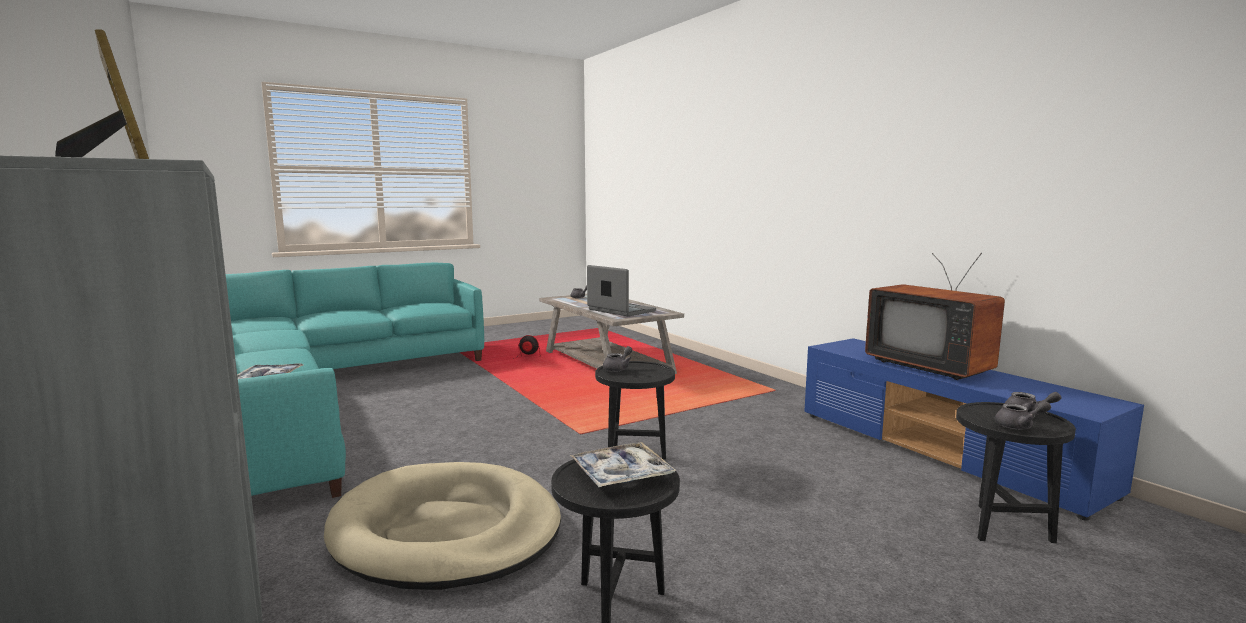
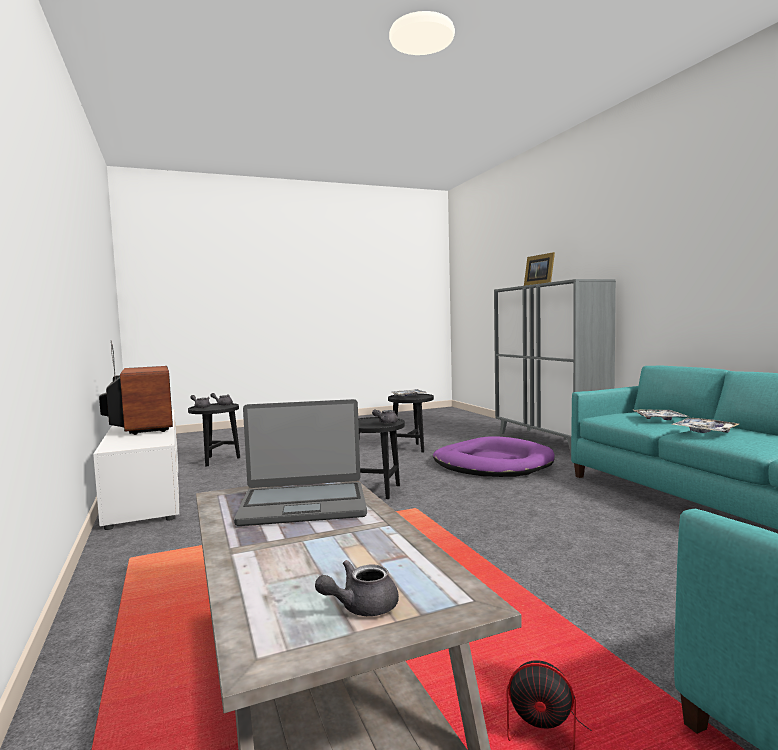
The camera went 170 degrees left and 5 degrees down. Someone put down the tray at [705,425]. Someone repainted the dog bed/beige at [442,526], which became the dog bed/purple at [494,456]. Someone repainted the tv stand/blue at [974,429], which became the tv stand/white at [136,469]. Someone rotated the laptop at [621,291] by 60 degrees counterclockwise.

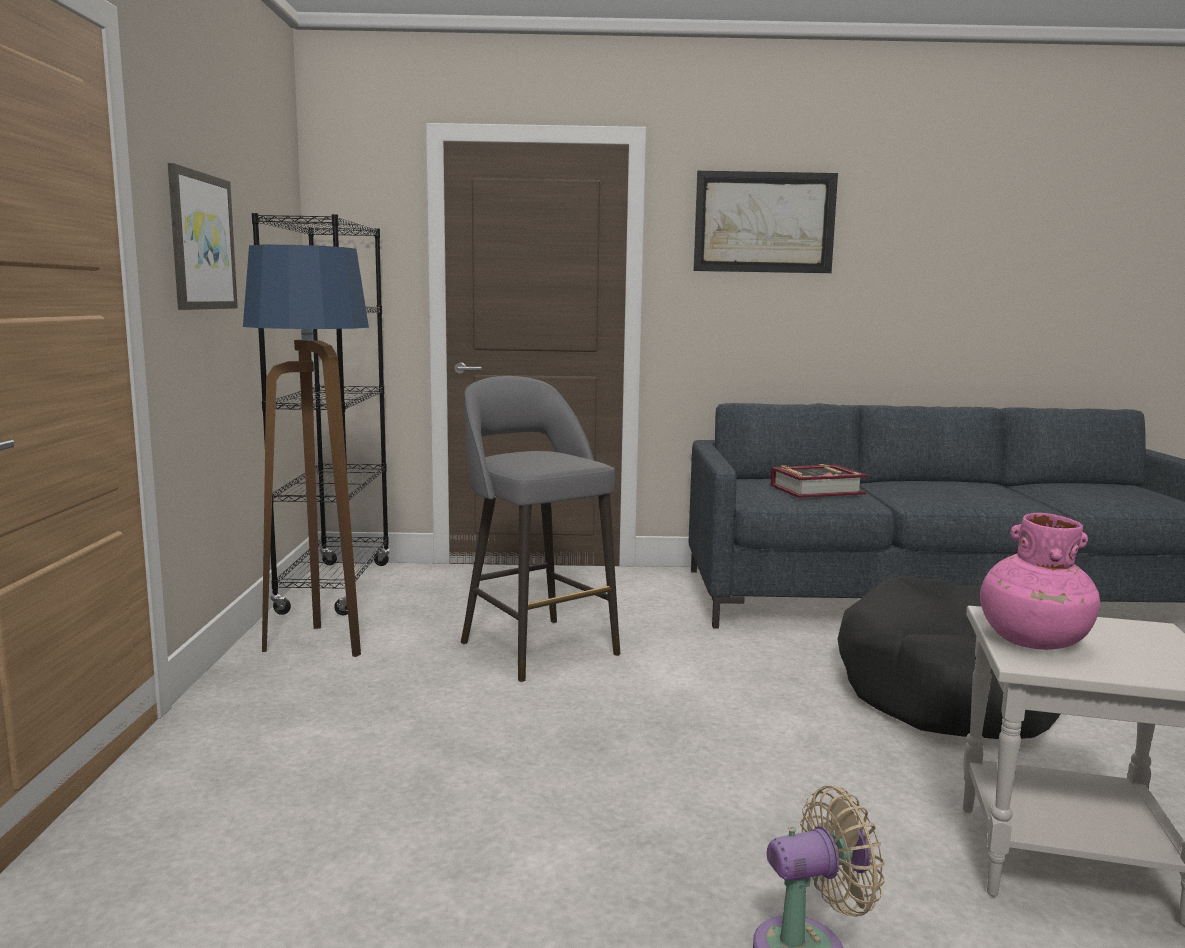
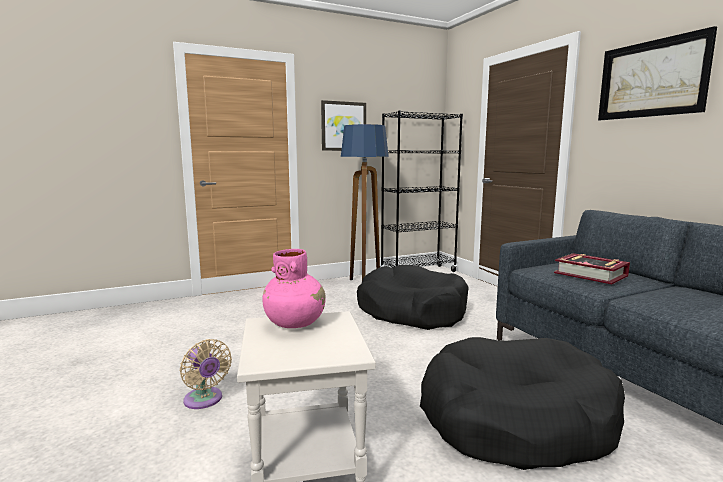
The camera went 65 degrees right and 0 degrees up. Someone swapped the stool/grey at [540,529] for the dog bed/black at [413,297].

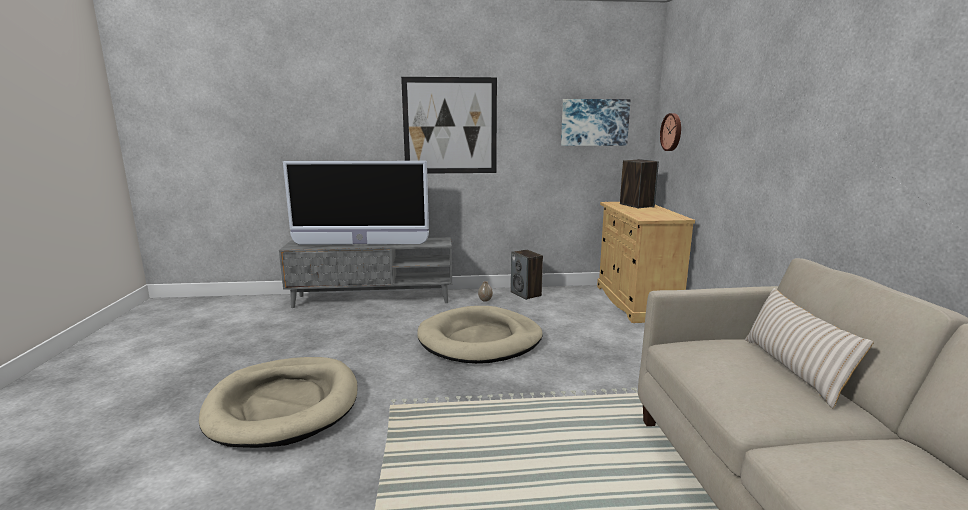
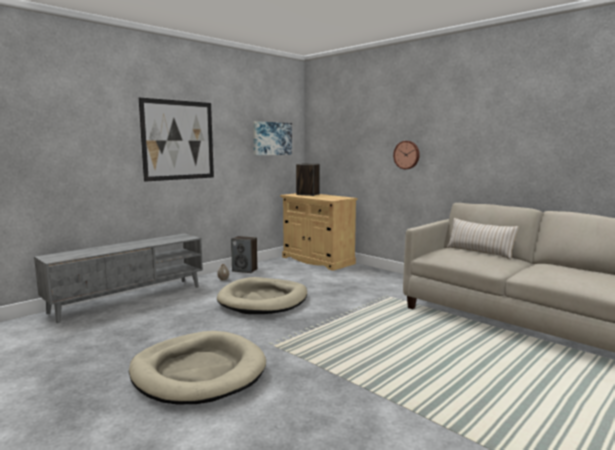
The camera went 40 degrees left and 5 degrees down. Someone took away the television at [356,203]. Someone carried the wall clock from [670,132] to [406,155].

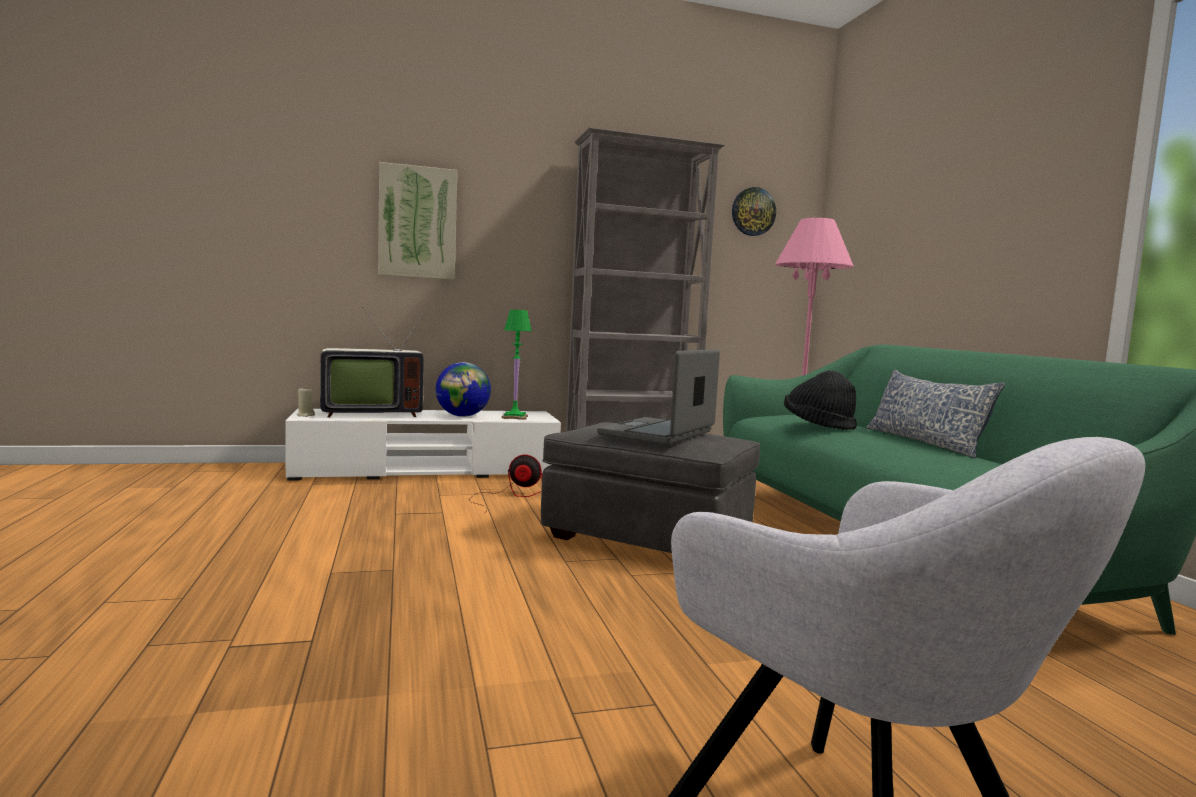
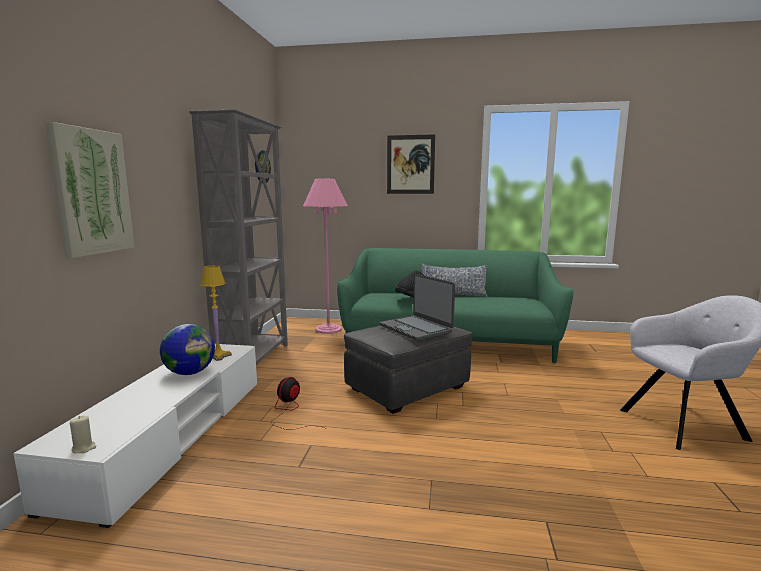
The camera went 65 degrees left and 5 degrees up. Someone took away the television at [373,361]. Someone put up the picture at [411,164]. Someone repainted the table lamp/green at [516,364], which became the table lamp/yellow at [216,313].

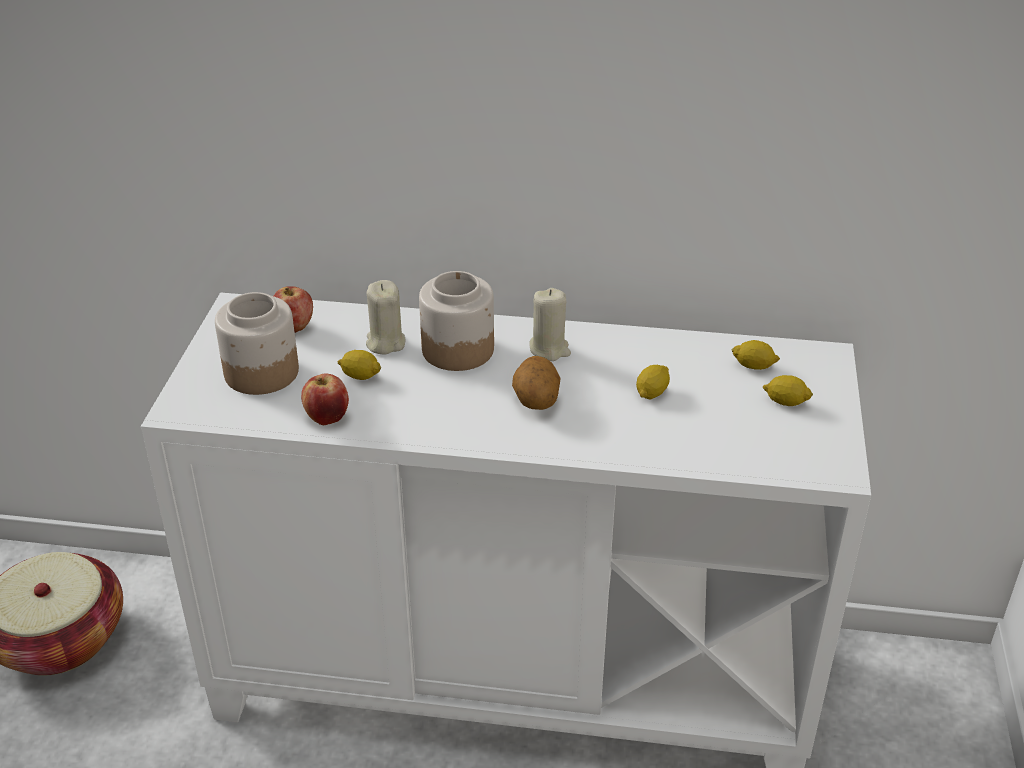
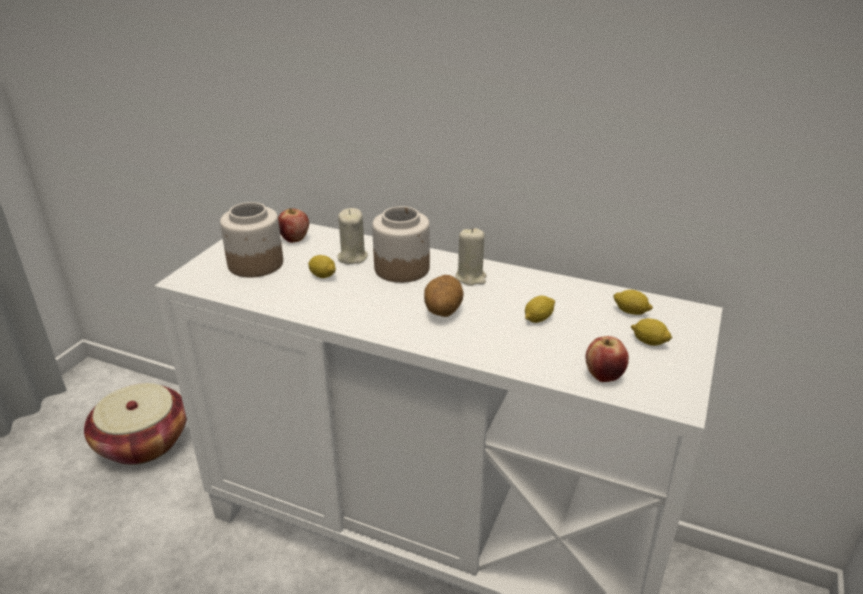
The camera went 15 degrees right and 5 degrees down. Someone carried the apple from [325,399] to [607,359].

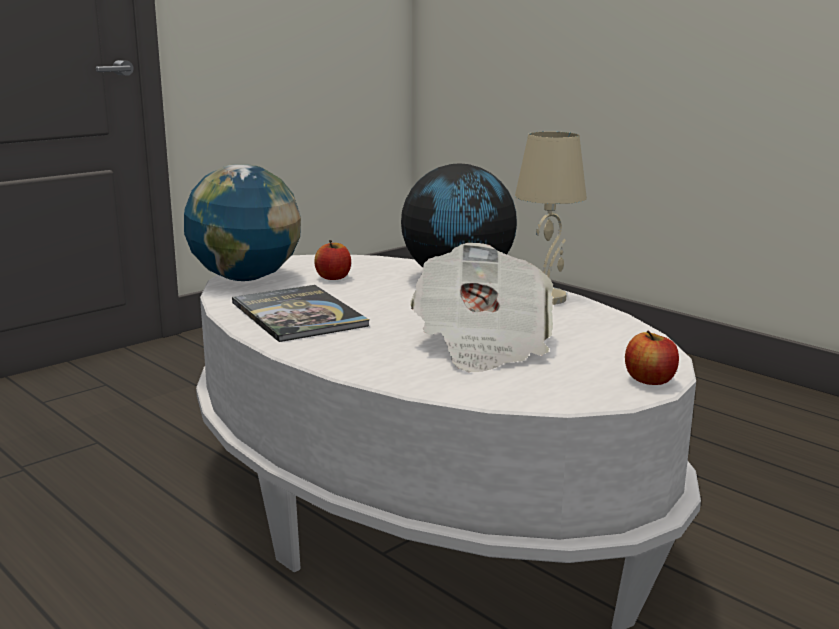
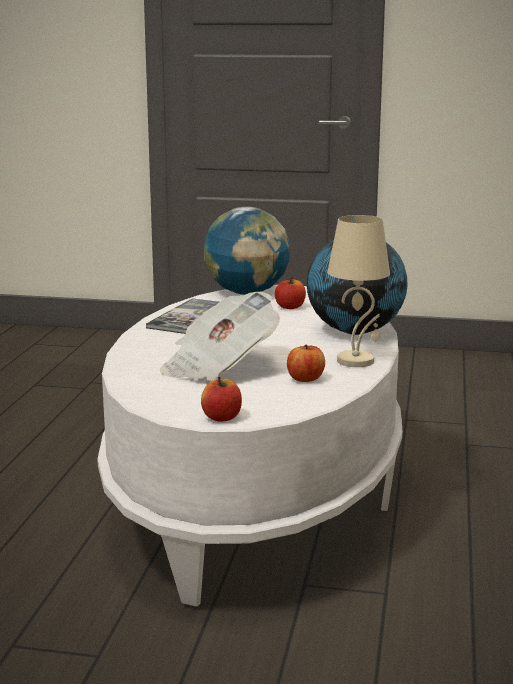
The camera went 55 degrees right and 0 degrees up. Someone put down the apple at [306,363].

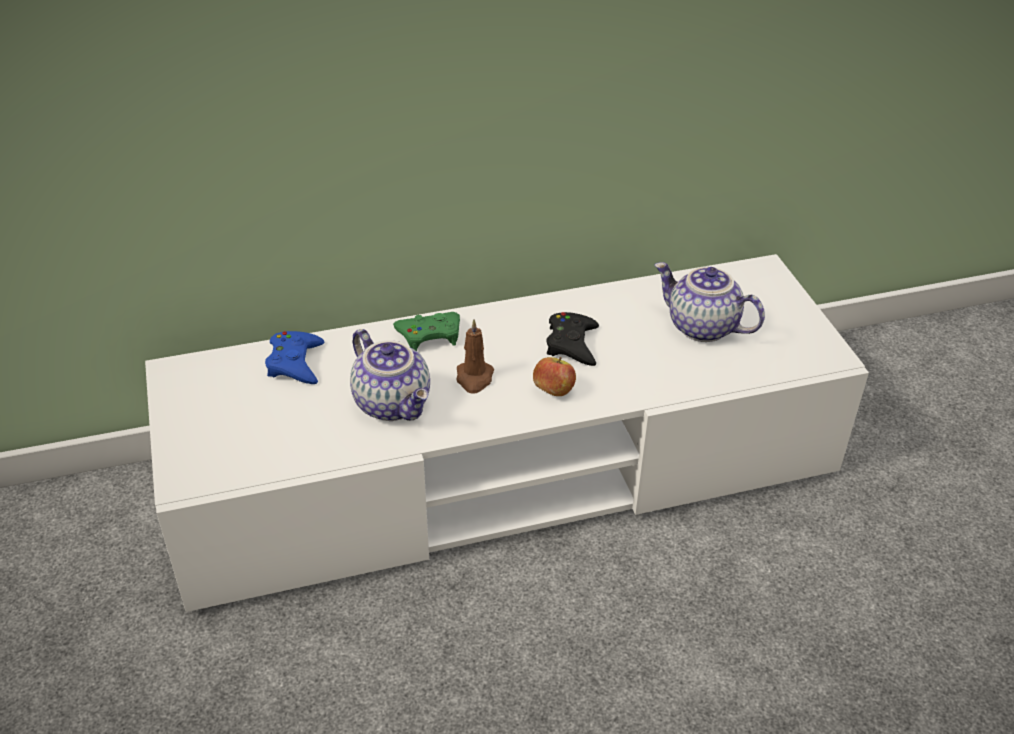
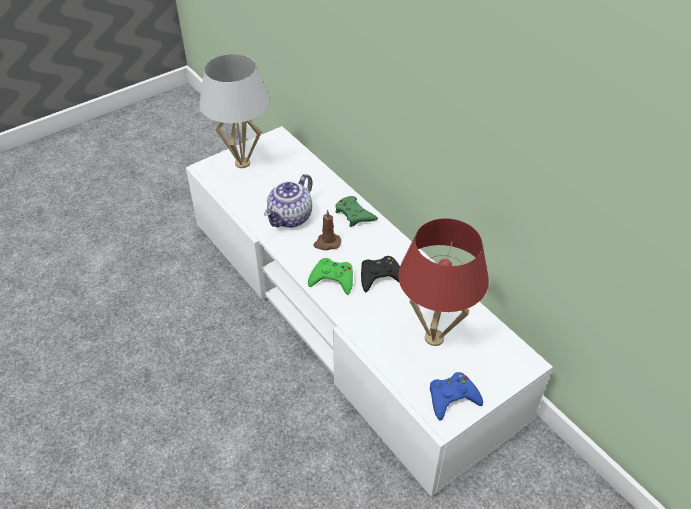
The camera went 70 degrees right and 5 degrees up. Someone put down the table lamp/white at [234,111]. Someone carried the game controller/blue from [294,357] to [456,396]. Someone swapped the apple at [554,376] for the game controller/green at [330,276]. Someone swapped the teapot at [709,302] for the table lamp/red at [443,282].

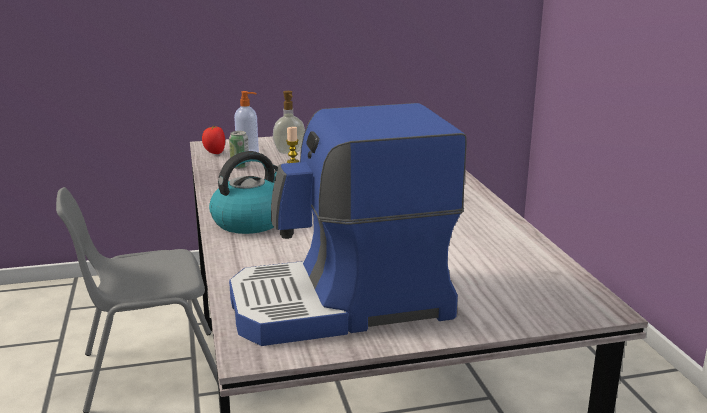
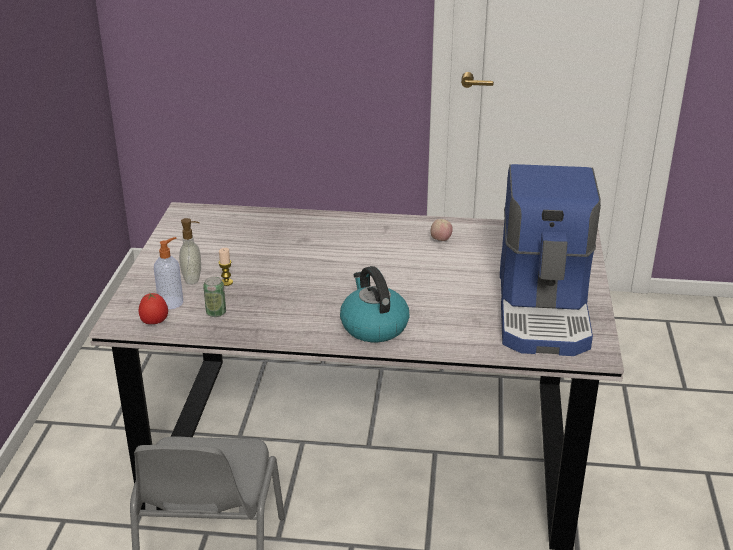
The camera went 70 degrees left and 10 degrees up. Someone put down the apple at [442,230].

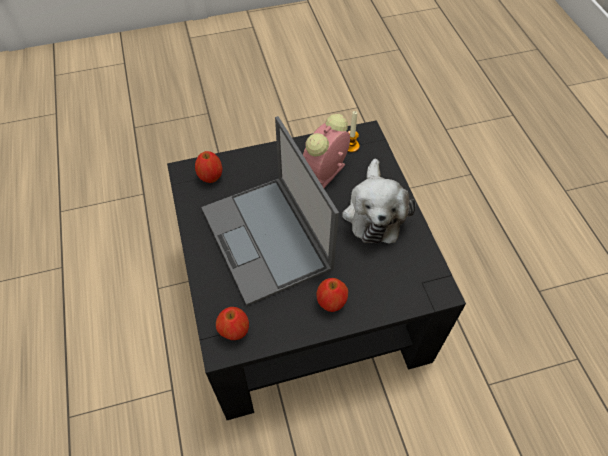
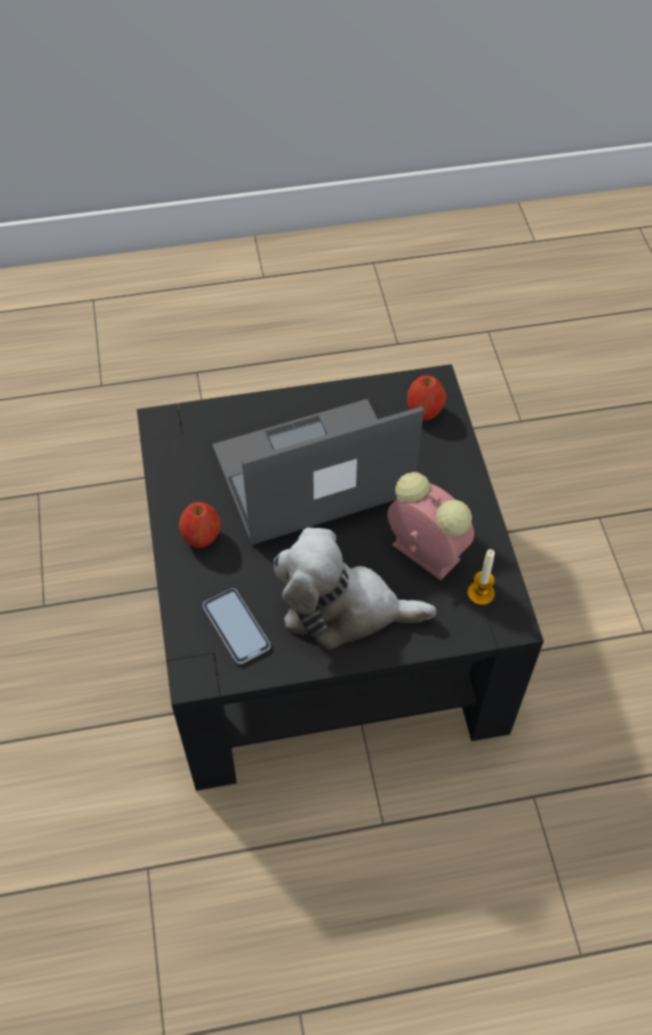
The camera went 95 degrees right and 0 degrees up. Someone took away the apple at [232,323]. Someone put down the phone at [237,626].

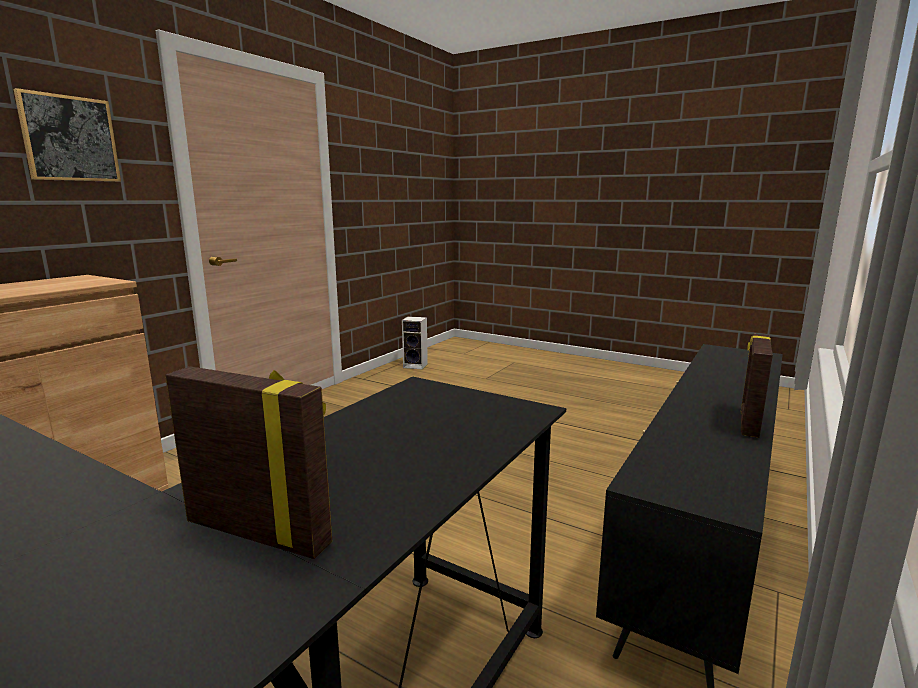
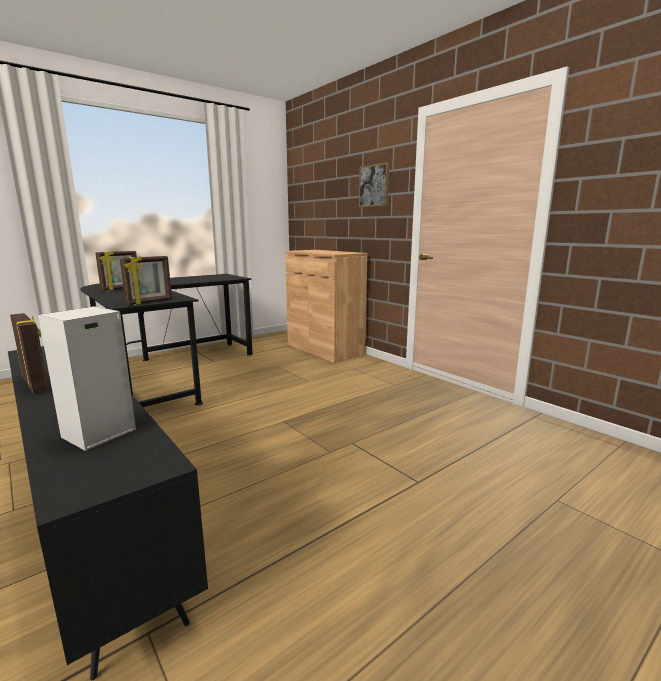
The camera went 110 degrees right and 0 degrees up. Someone put down the picture frame at [146,280]. Someone carried the speaker from [415,342] to [87,378].

